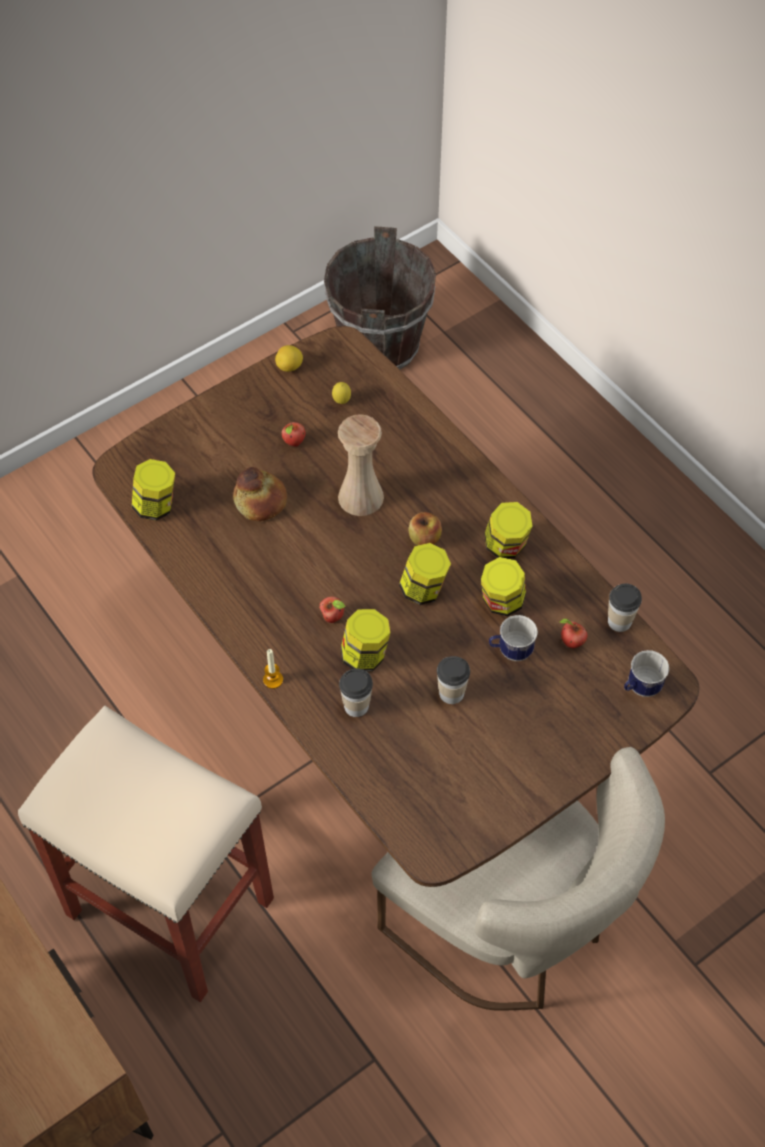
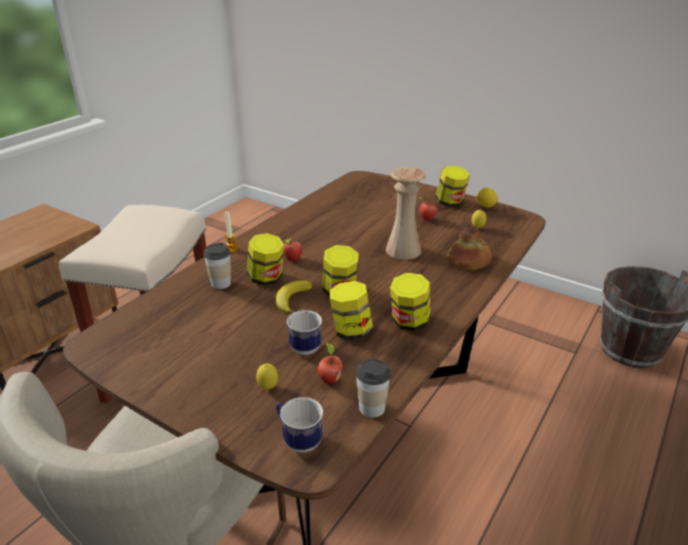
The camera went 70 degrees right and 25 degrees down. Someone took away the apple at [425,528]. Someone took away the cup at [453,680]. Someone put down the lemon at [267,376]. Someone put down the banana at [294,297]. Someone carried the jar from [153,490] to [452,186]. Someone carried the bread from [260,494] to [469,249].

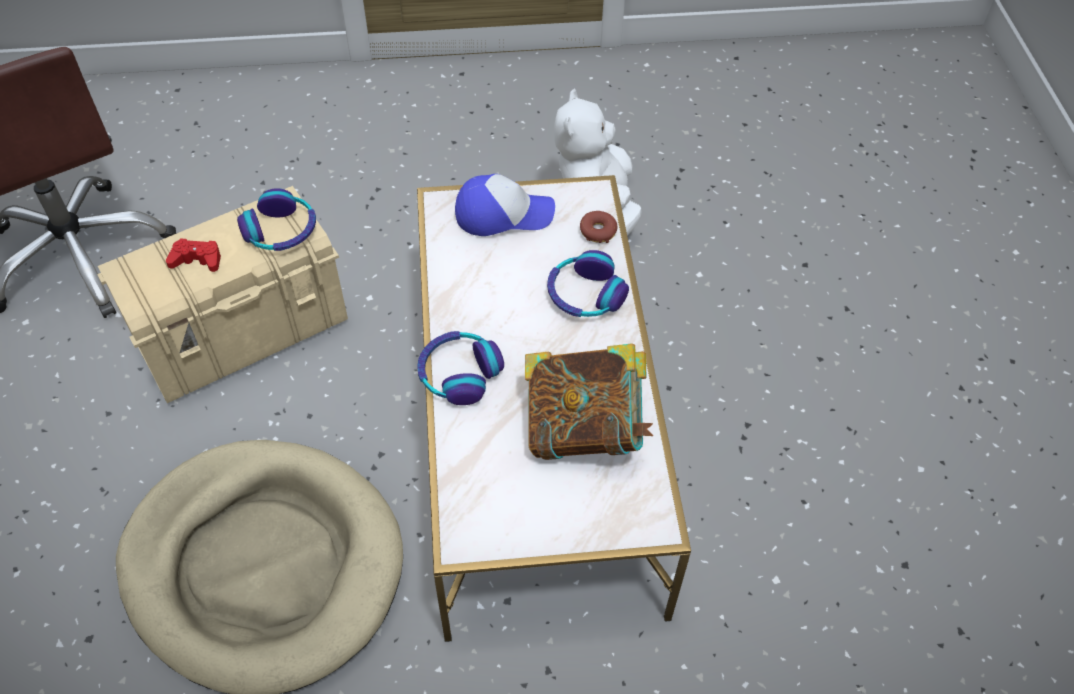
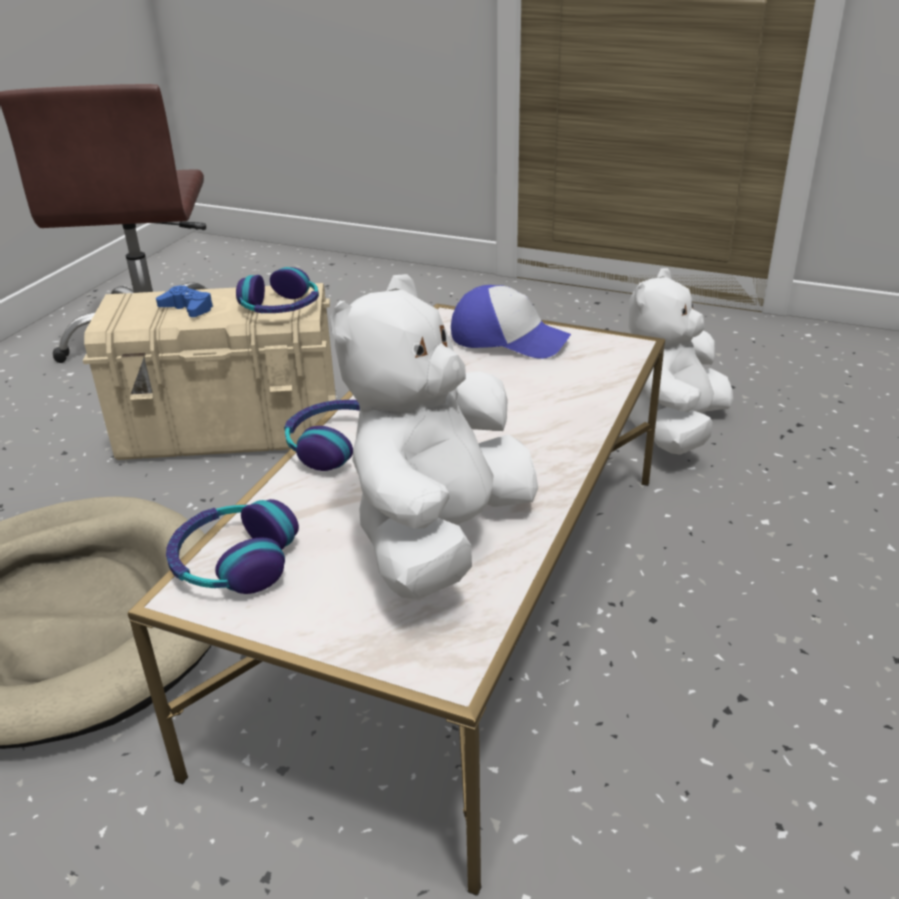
The camera went 30 degrees right and 20 degrees down. Someone took away the donut at [599,227]. Someone carried the headphones from [588,283] to [232,546]. Someone swapped the book at [589,401] for the plush toy/white at [434,436]. Someone repainted the game controller/red at [193,255], which became the game controller/blue at [184,301].

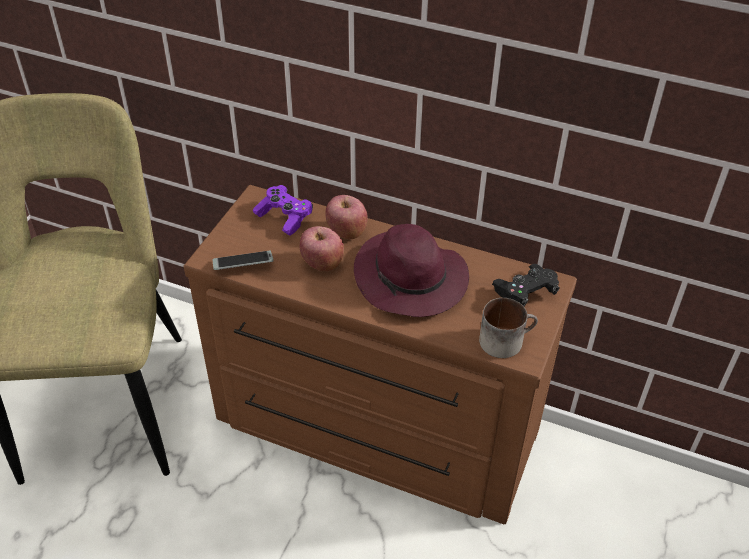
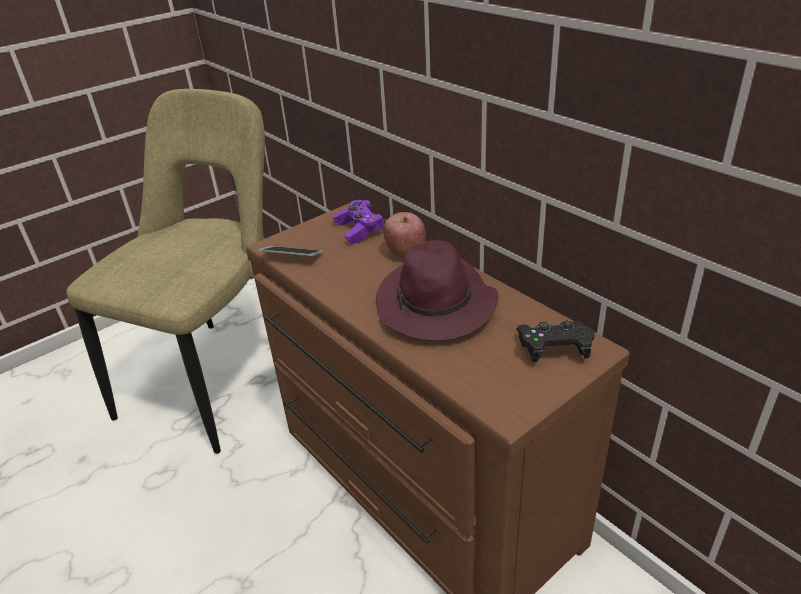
The camera went 30 degrees right and 10 degrees down. Someone took away the apple at [322,248]. Someone took away the mug at [508,328].

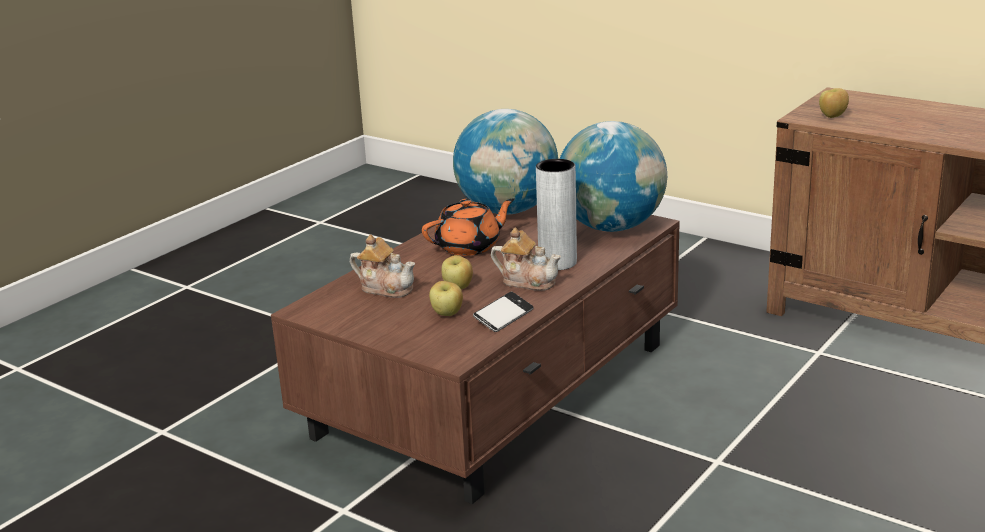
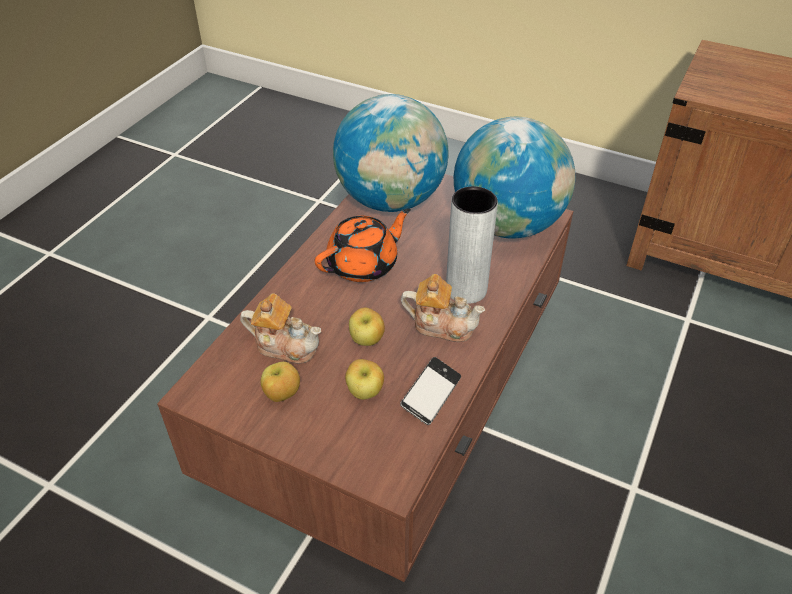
The camera went 10 degrees left and 20 degrees up. Someone carried the apple from [834,103] to [280,382].

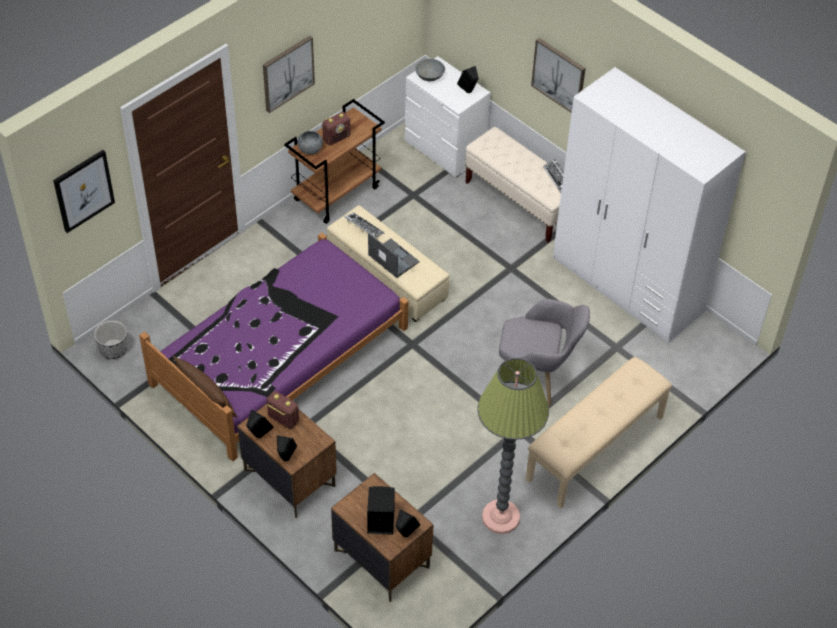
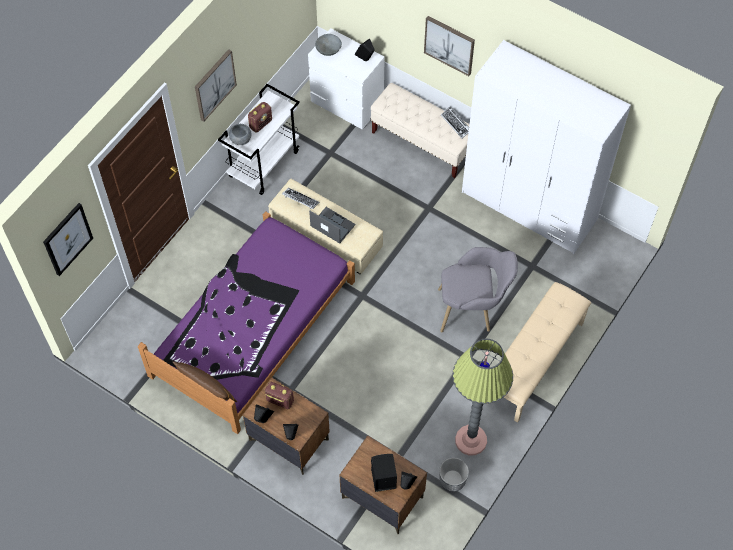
The camera went 10 degrees left and 10 degrees up. Someone carried the planter from [111,340] to [454,475]. Someone repainted the cart/brown at [334,161], which became the cart/white at [259,139].

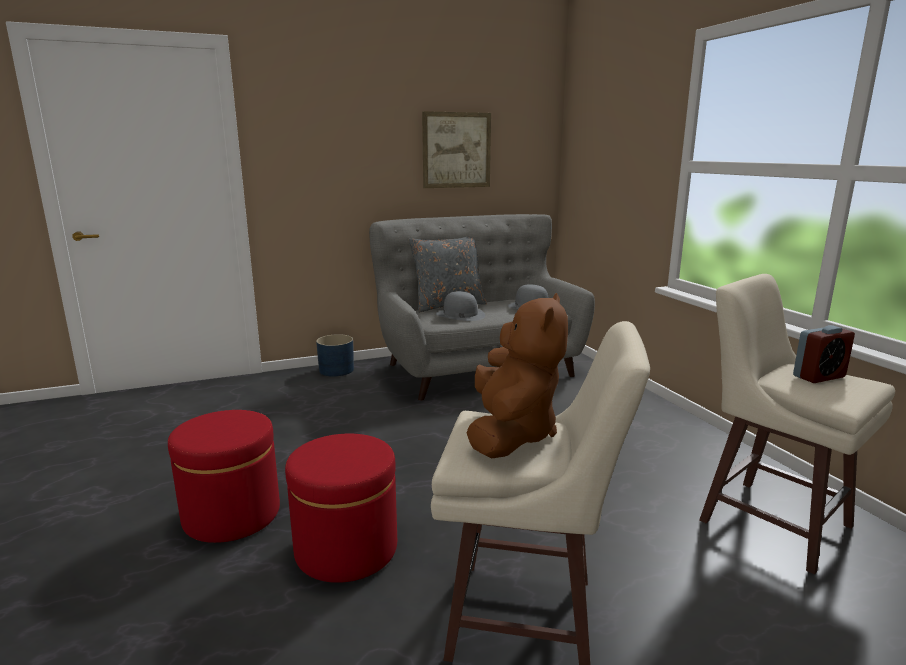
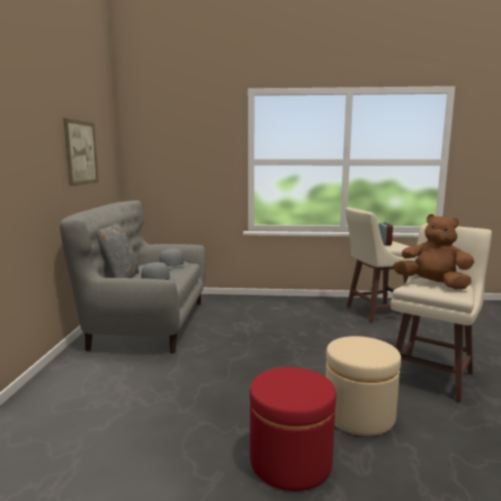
The camera went 65 degrees left and 5 degrees down. Someone took away the planter/blue at [335,355]. Someone repainted the ottoman/red at [341,508], which became the ottoman/beige at [363,386].

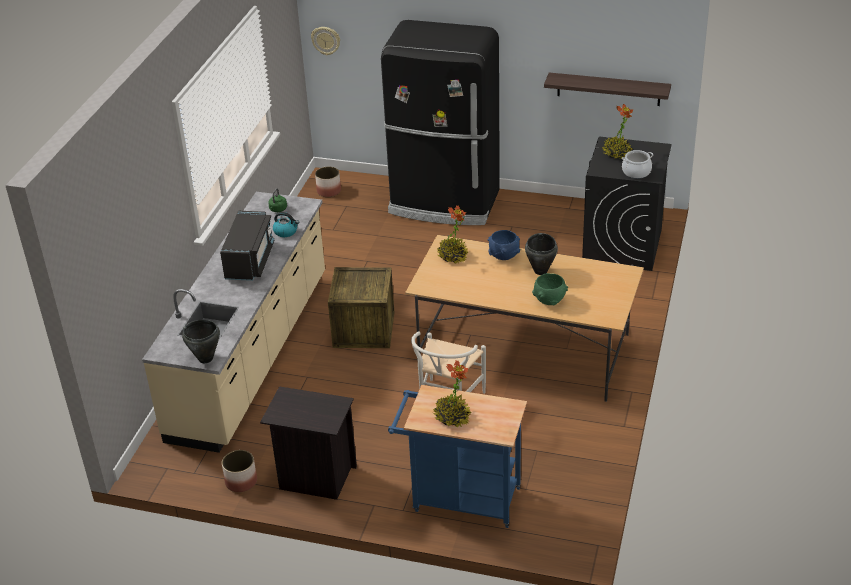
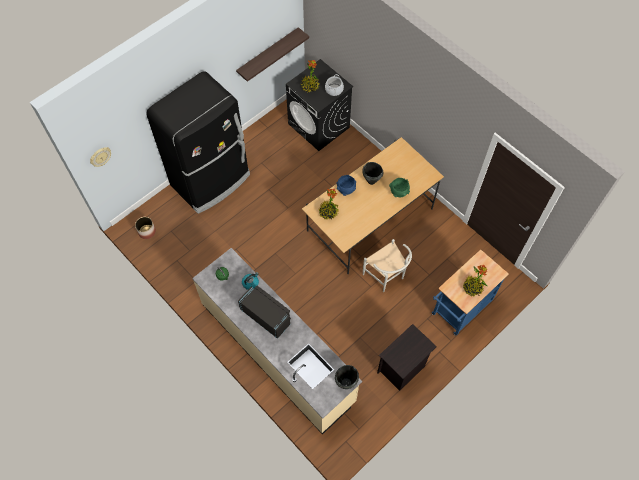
The camera went 60 degrees left and 25 degrees up. Someone took away the planter at [239,471]. Someone took away the crate at [361,307].

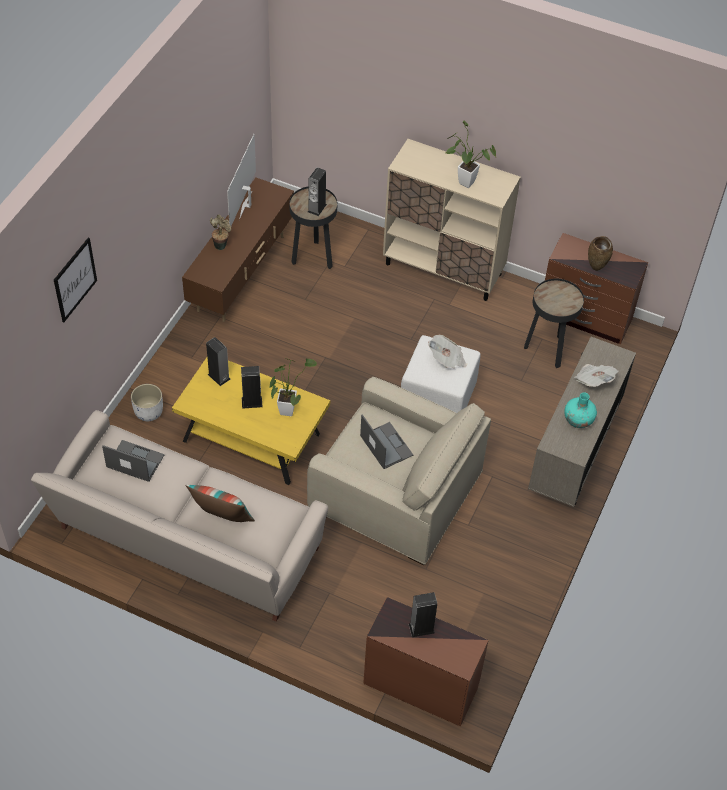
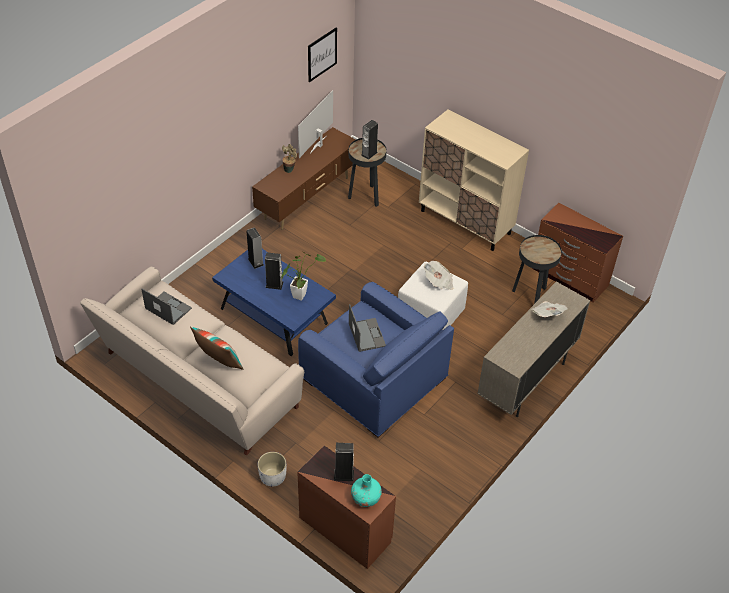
The camera went 15 degrees right and 5 degrees down. Someone took away the potted plant at [471,154]. Someone took away the vase/brown at [600,253]. Someone carried the picture from [75,280] to [322,54]. Someone carried the planter/white from [147,402] to [271,469]. Someone carried the vase/turquoise from [580,410] to [366,490]. Someone repainted the coffee table/yellow at [251,421], which became the coffee table/blue at [274,302]. Someone repainted the armchair/beige at [399,471], which became the armchair/blue at [376,360].

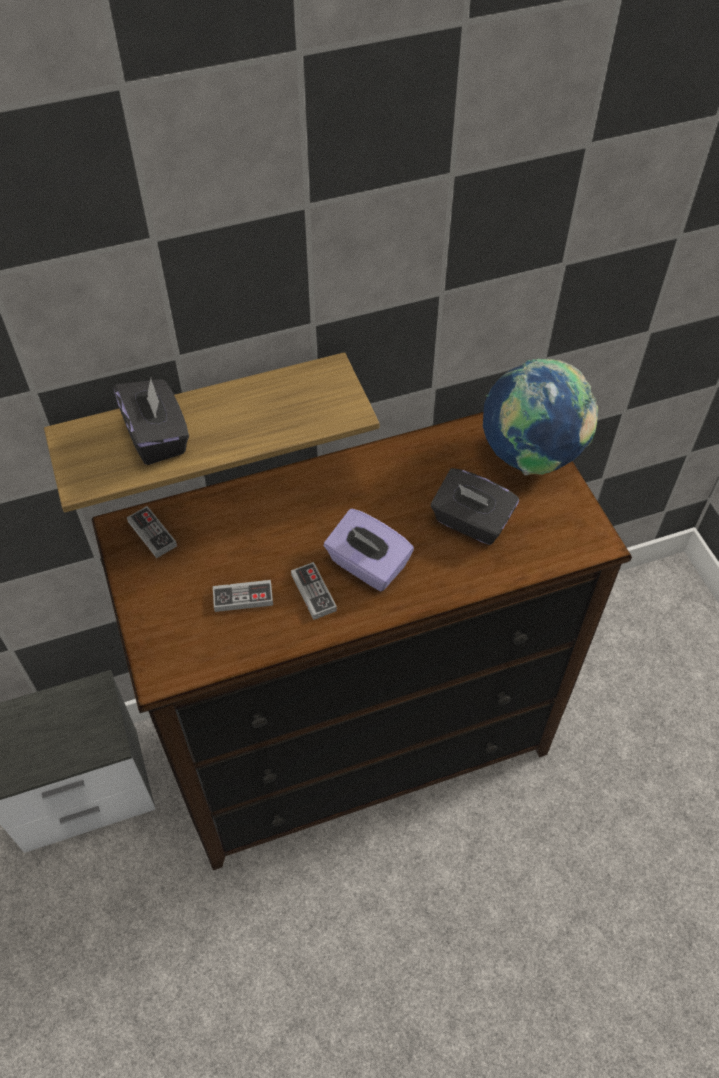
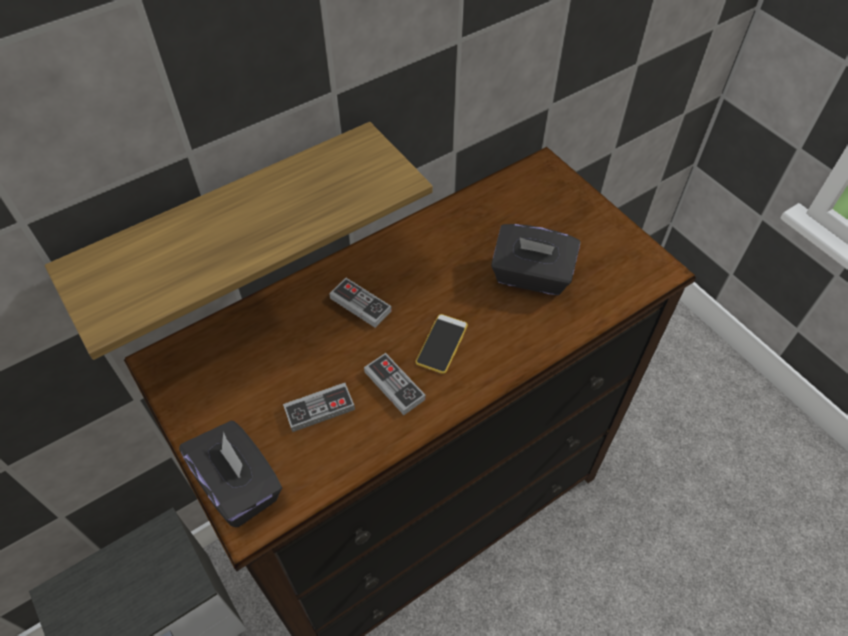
The camera went 15 degrees left and 0 degrees up. Someone took away the globe at [540,417]. Someone carried the tissue box/black from [151,422] to [230,474]. Someone carried the game controller from [152,532] to [360,303]. Someone swapped the tissue box/purple at [369,550] for the phone at [442,344].

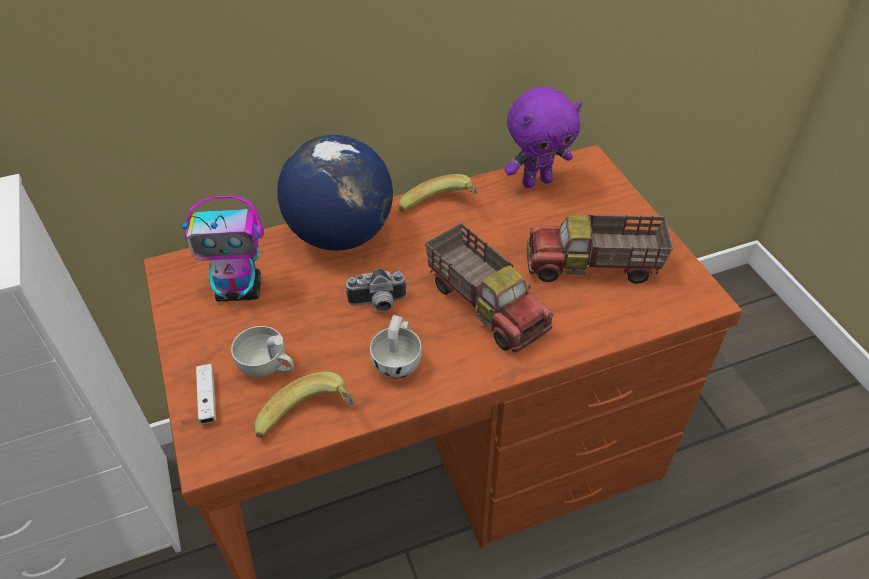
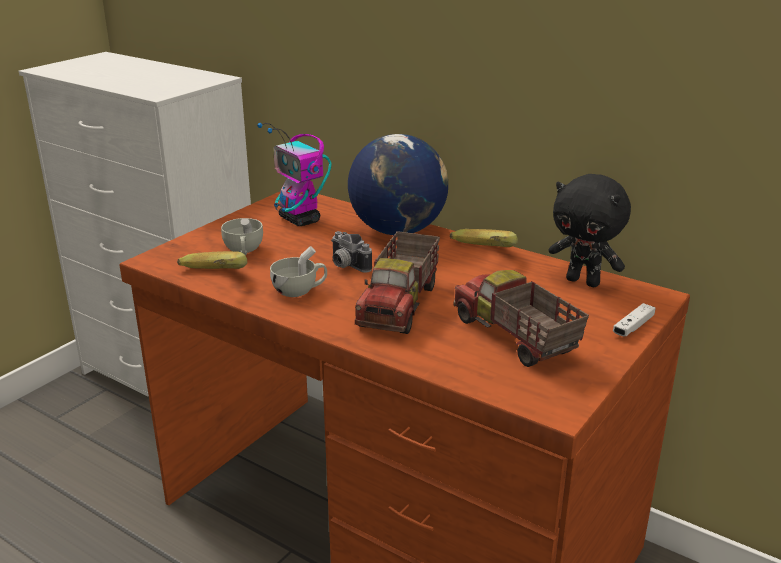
The camera went 55 degrees right and 20 degrees down. Someone carried the game controller/white from [206,394] to [634,320]. Someone repainted the plush toy/purple at [543,137], which became the plush toy/black at [590,230].

